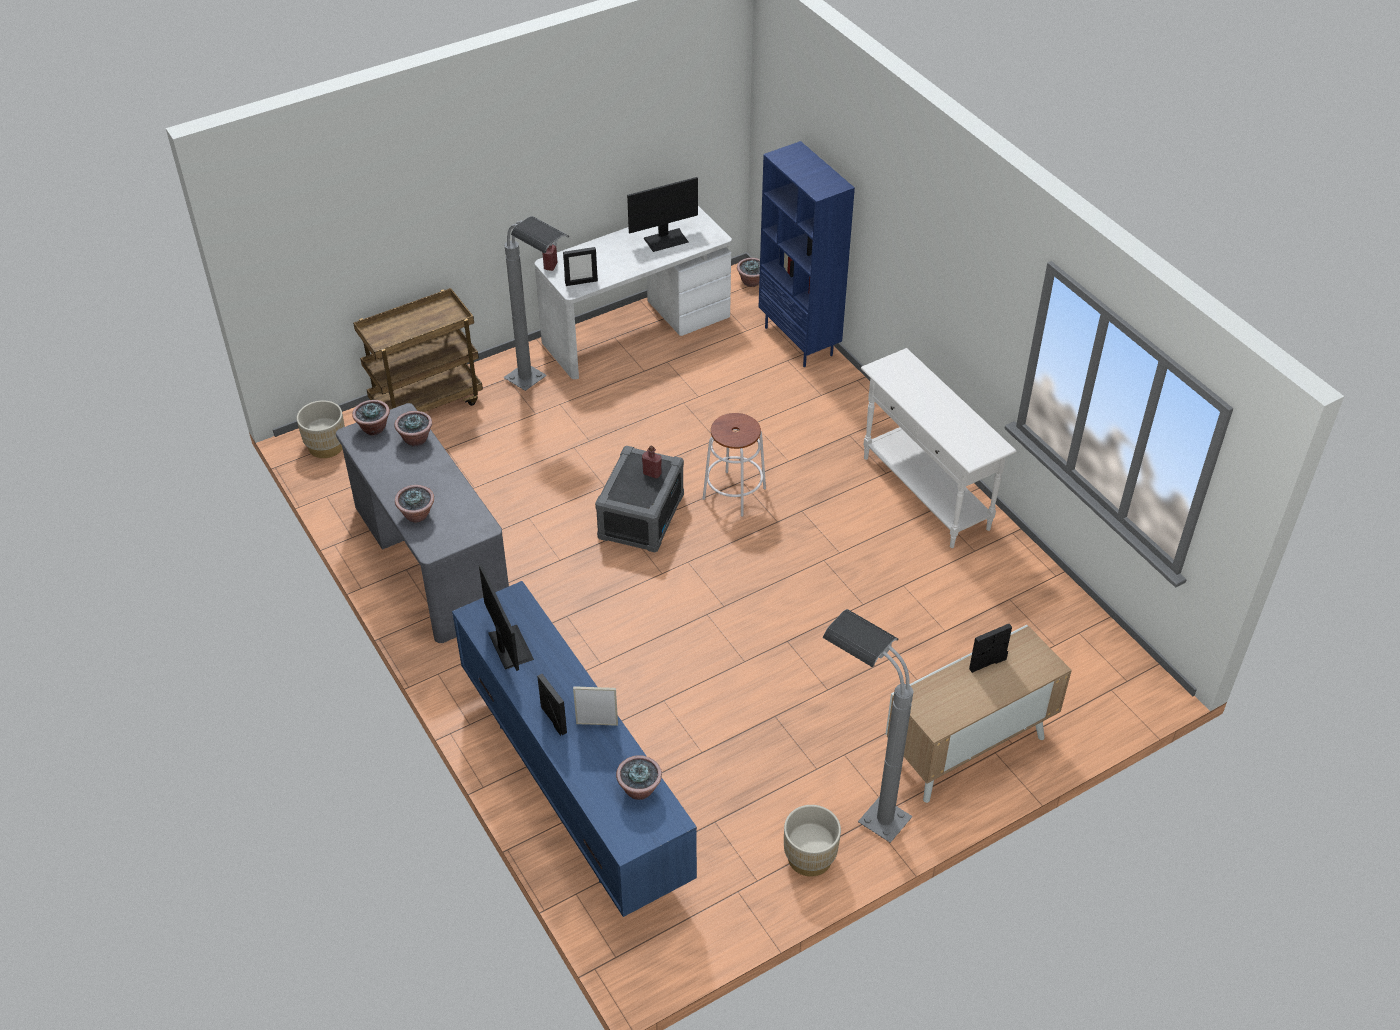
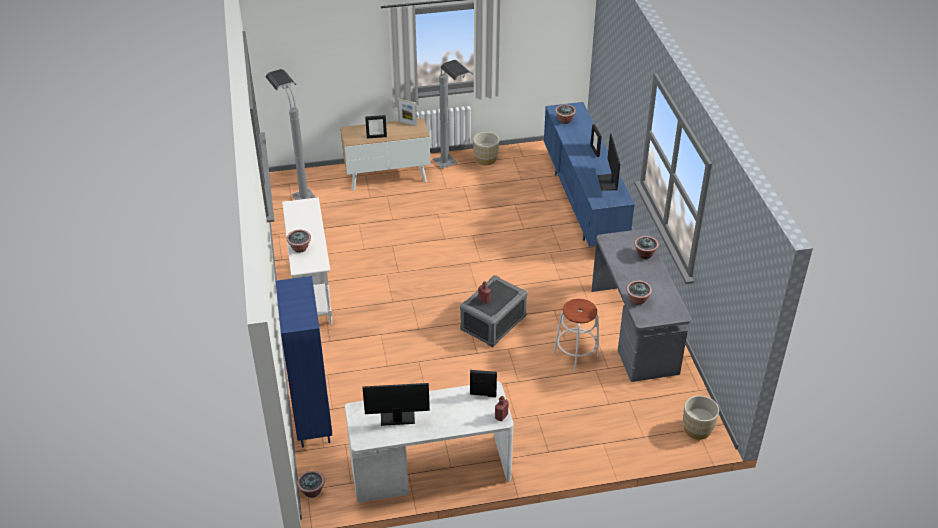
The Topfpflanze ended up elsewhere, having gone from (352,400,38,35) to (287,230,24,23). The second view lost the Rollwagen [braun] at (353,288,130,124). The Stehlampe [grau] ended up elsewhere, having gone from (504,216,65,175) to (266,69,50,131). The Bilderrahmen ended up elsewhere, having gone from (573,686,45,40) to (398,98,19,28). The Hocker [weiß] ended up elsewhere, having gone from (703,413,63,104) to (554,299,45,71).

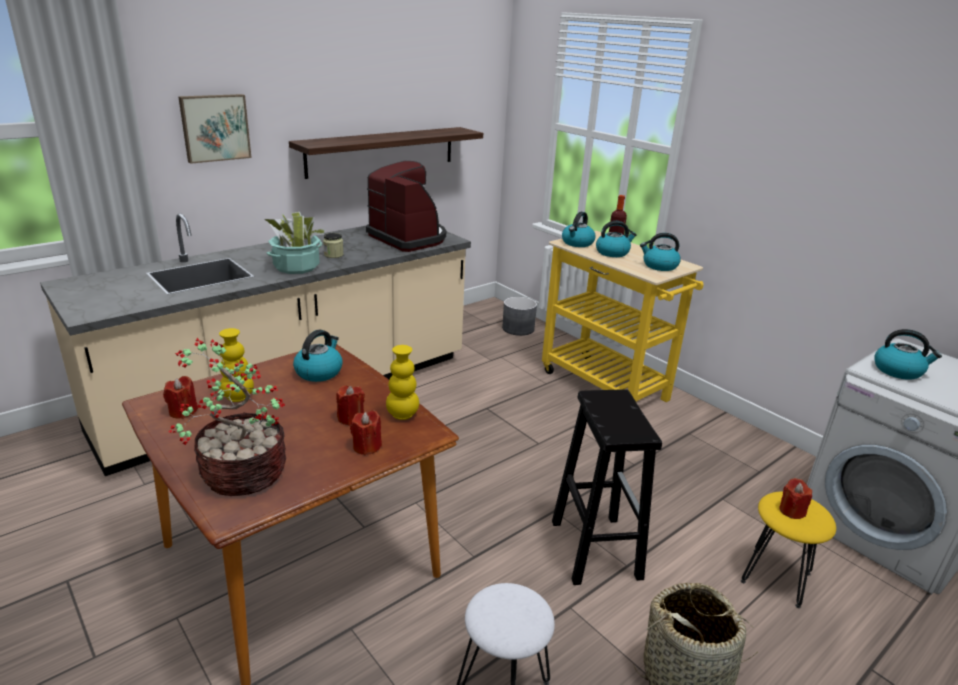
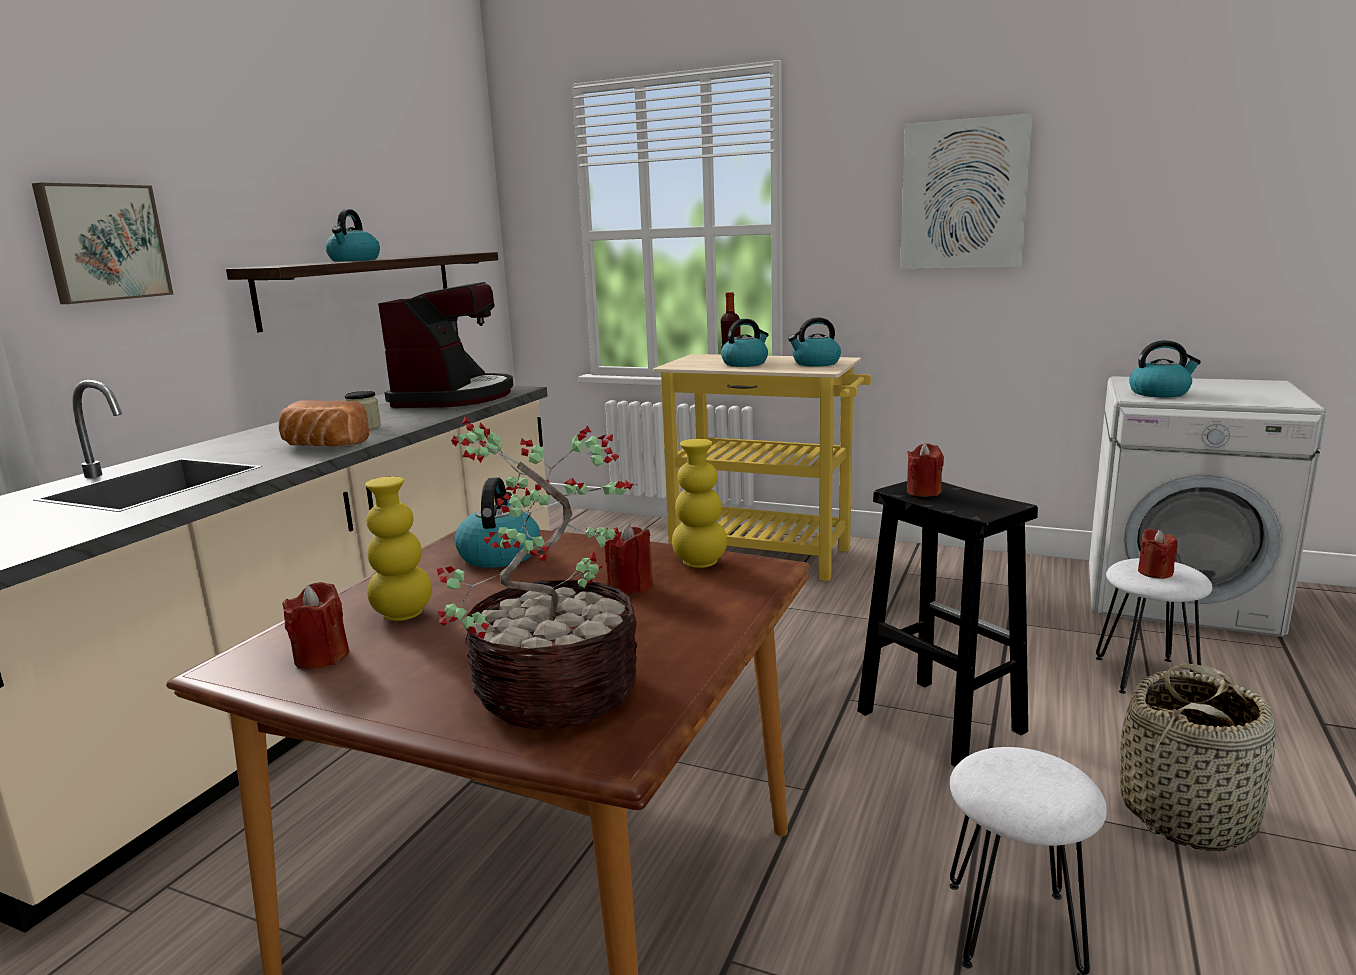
Where the Topfpflanze stood at (265,212,60,62), the Brot came to stand at (279,400,90,47). The Kerze [rot] ended up elsewhere, having gone from (350,410,32,45) to (907,443,37,54). The Kaffeemaschine at (366,161,80,91) ended up facing another way, 75 degrees clockwise from before. The second view lost the Pflanzkübel [grau] at (502,297,35,39). The Wasserkessel ended up elsewhere, having gone from (562,212,33,35) to (326,209,54,53). What was the Hocker [gelb] at (741,492,95,116) turned into the Hocker [weiß] at (1096,558,117,136). The second view gained the Bild at (900,113,133,156).

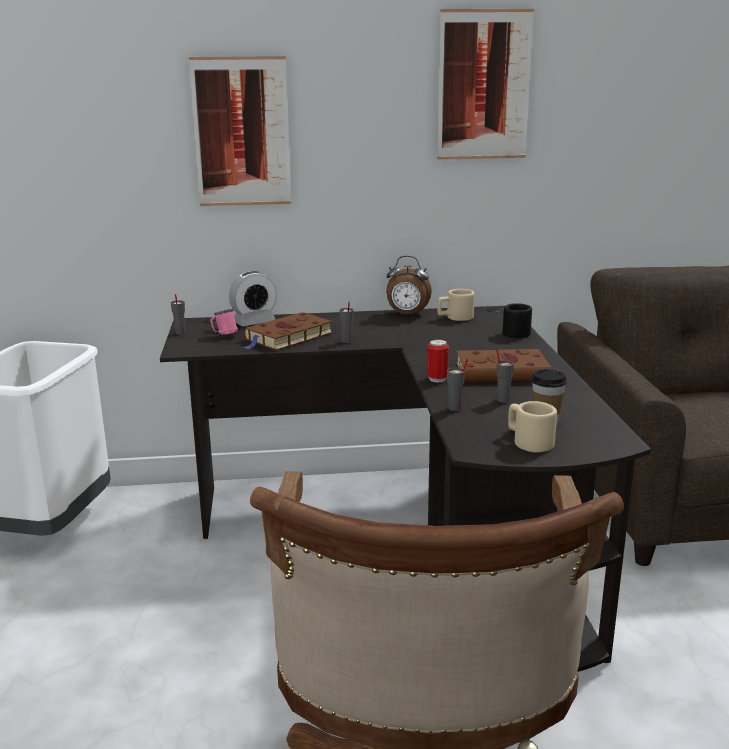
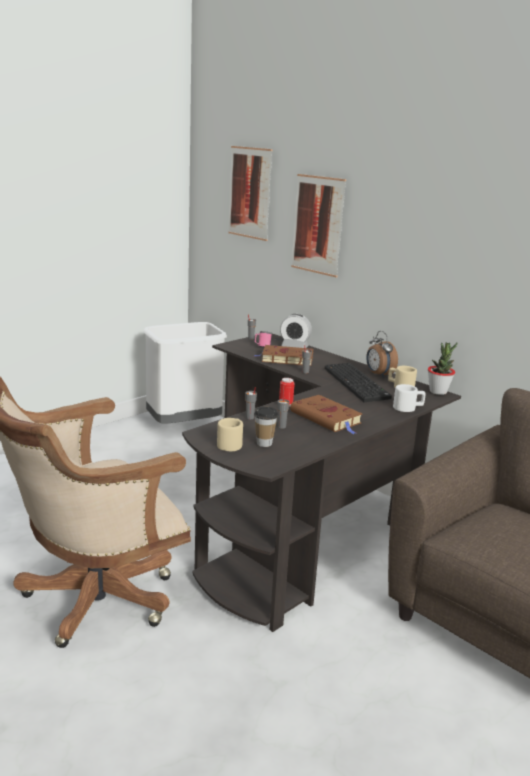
The Bild ended up elsewhere, having gone from (437,9,97,151) to (228,146,45,95). What was the Henkelbecher [schwarz] at (503,303,29,35) turned into the Henkelbecher [weiß] at (393,384,32,28). The second view gained the Tastatur at (325,363,67,39). The second view gained the Topfpflanze at (428,342,29,53).

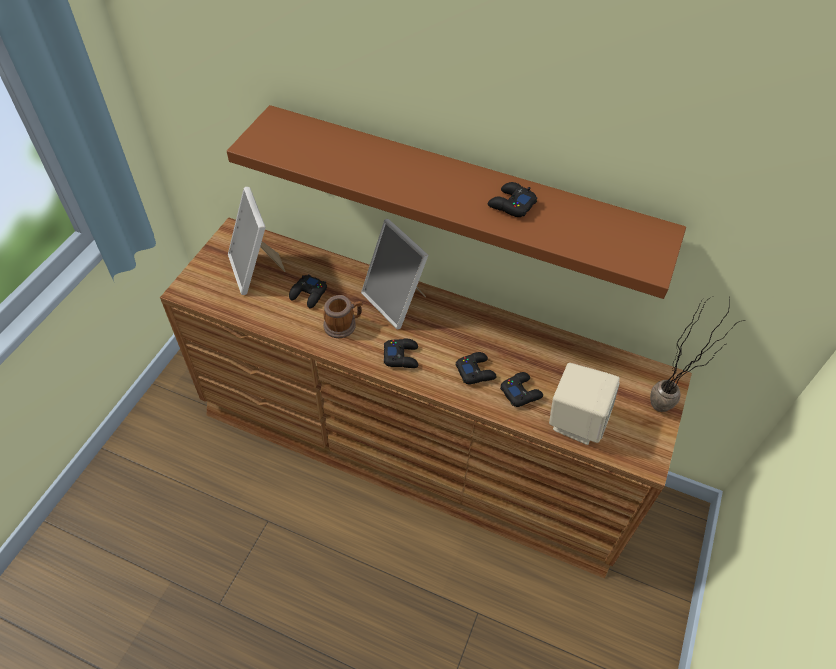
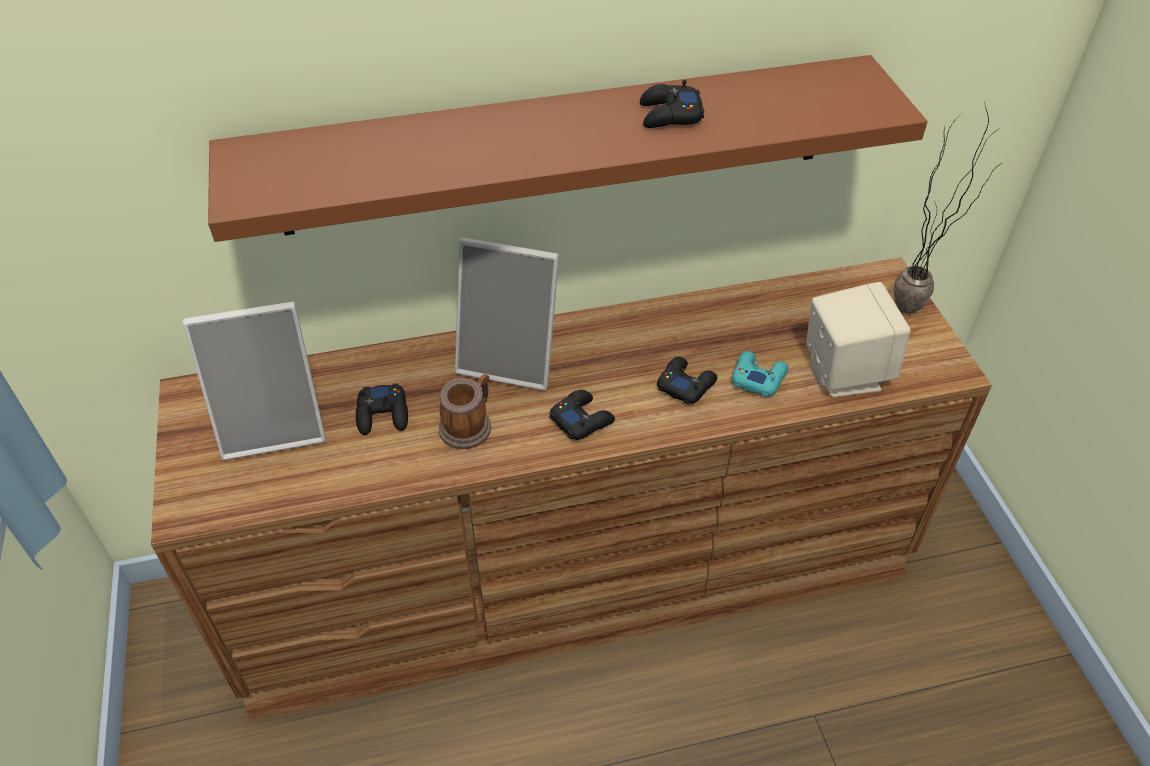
The Bilderrahmen at (228,187,58,108) ended up facing another way, 45 degrees counterclockwise from before. What was the Gamepad [schwarz] at (500,372,43,35) turned into the Gamepad [türkis] at (732,351,56,46).

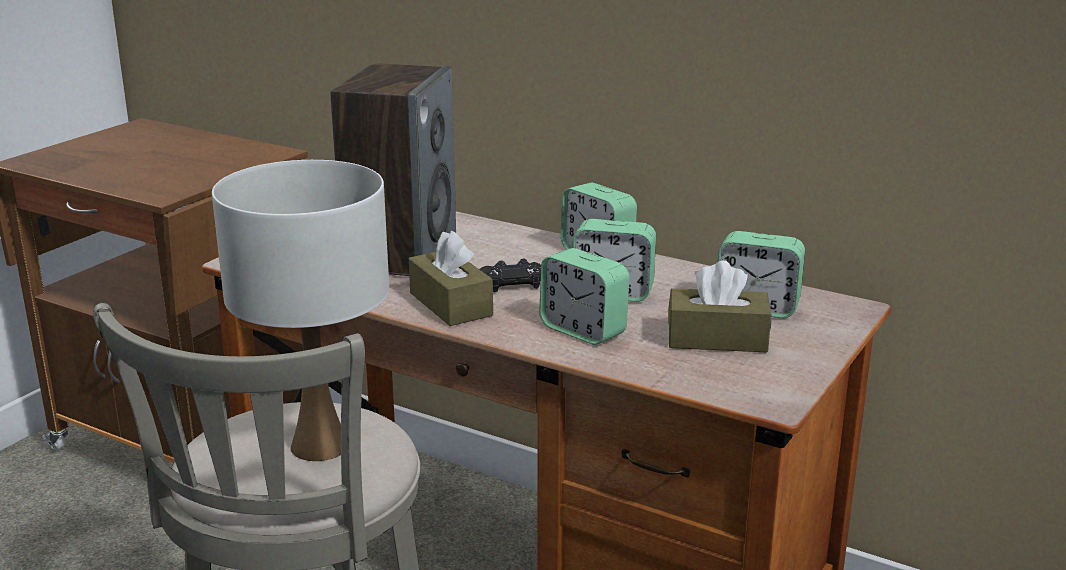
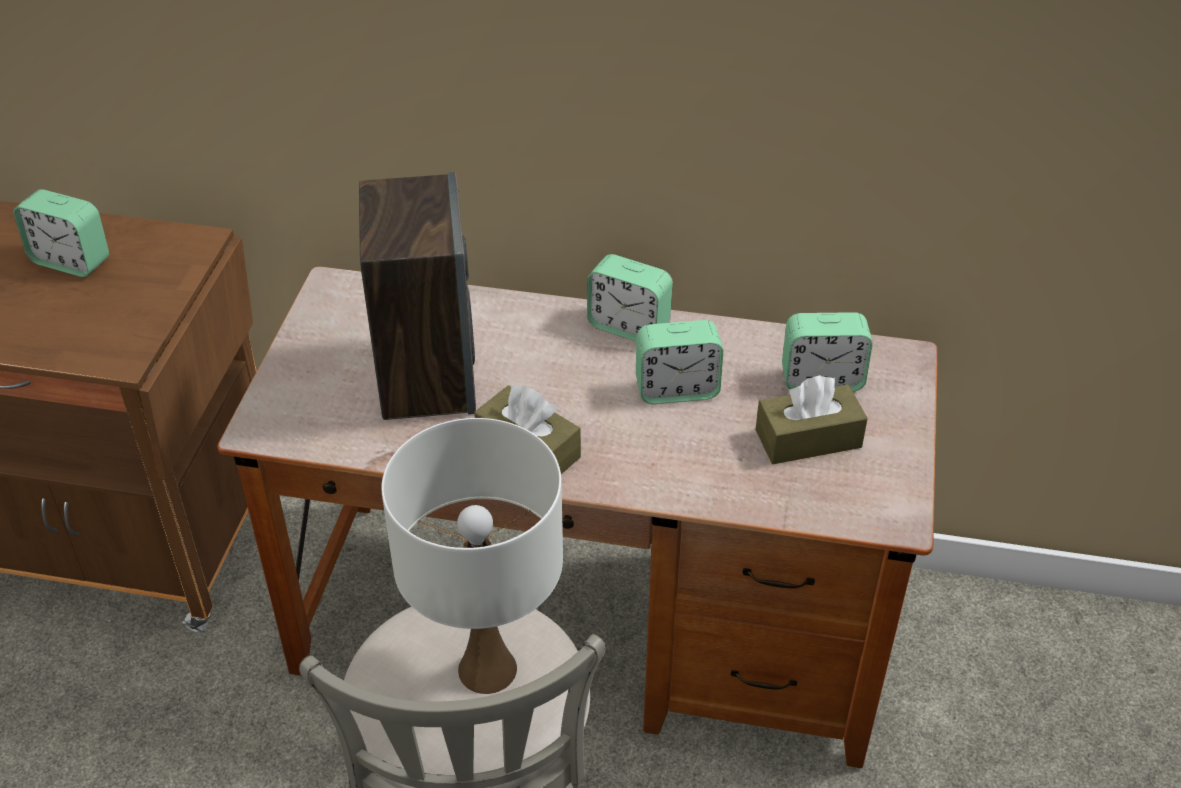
The second view lost the Gamepad [schwarz] at (479,259,62,33). The Wecker ended up elsewhere, having gone from (540,248,89,97) to (13,189,96,88).

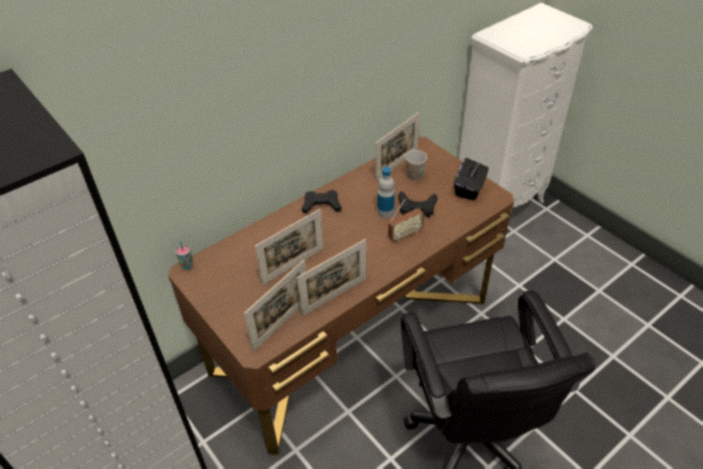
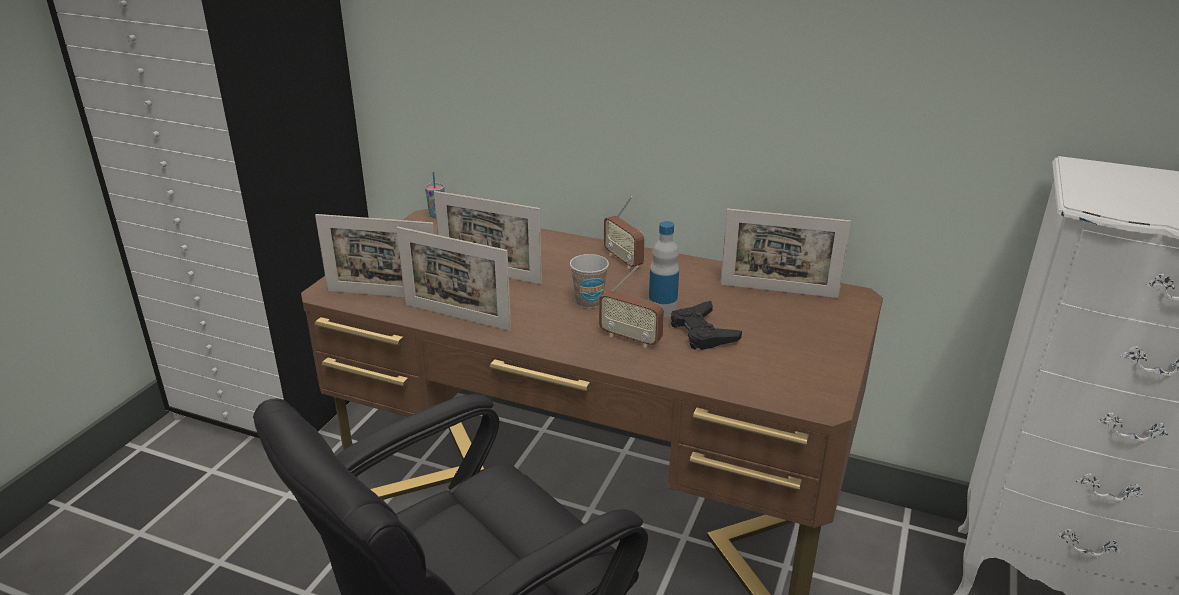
Where the Gamepad [schwarz] stood at (302,190,39,23), the Radio came to stand at (604,196,41,73). The Tasse ended up elsewhere, having gone from (405,150,22,31) to (570,254,39,55). The second view lost the Taschentuchbox [schwarz] at (454,158,34,42).

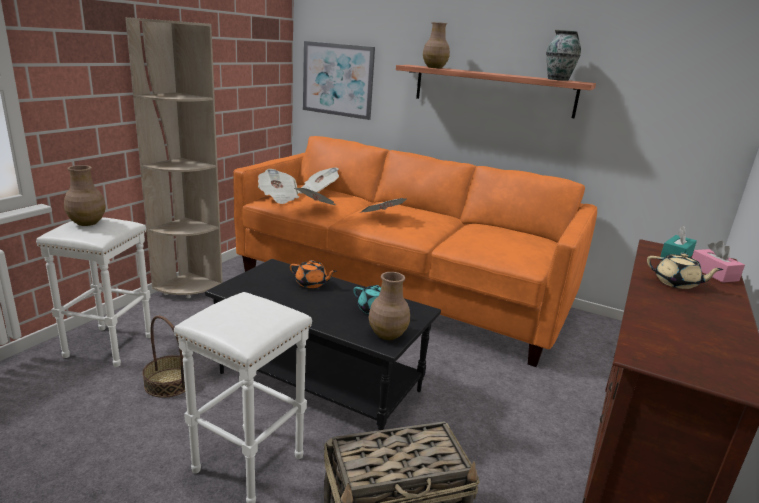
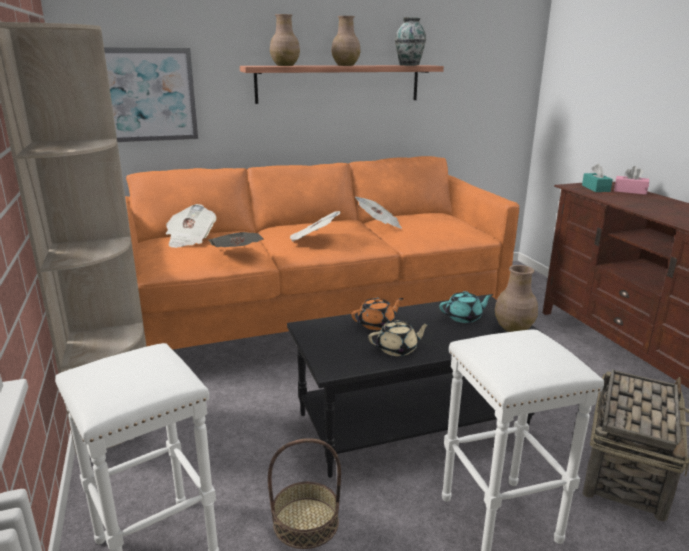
The Vase [braun] ended up elsewhere, having gone from (64,165,42,61) to (331,16,29,50). The Zeitung ended up elsewhere, having gone from (258,169,41,35) to (355,197,47,32). The Teekanne [beige] ended up elsewhere, having gone from (647,253,77,36) to (368,320,62,36).

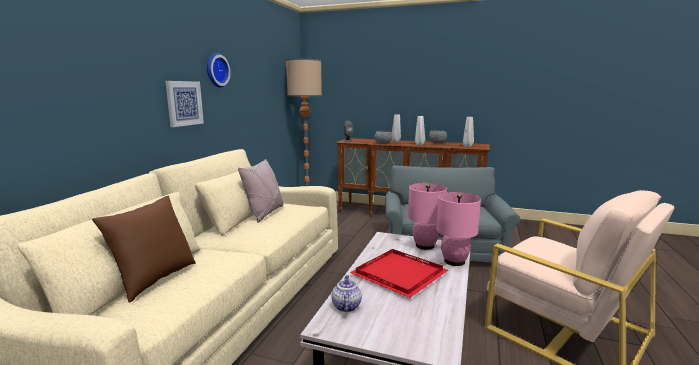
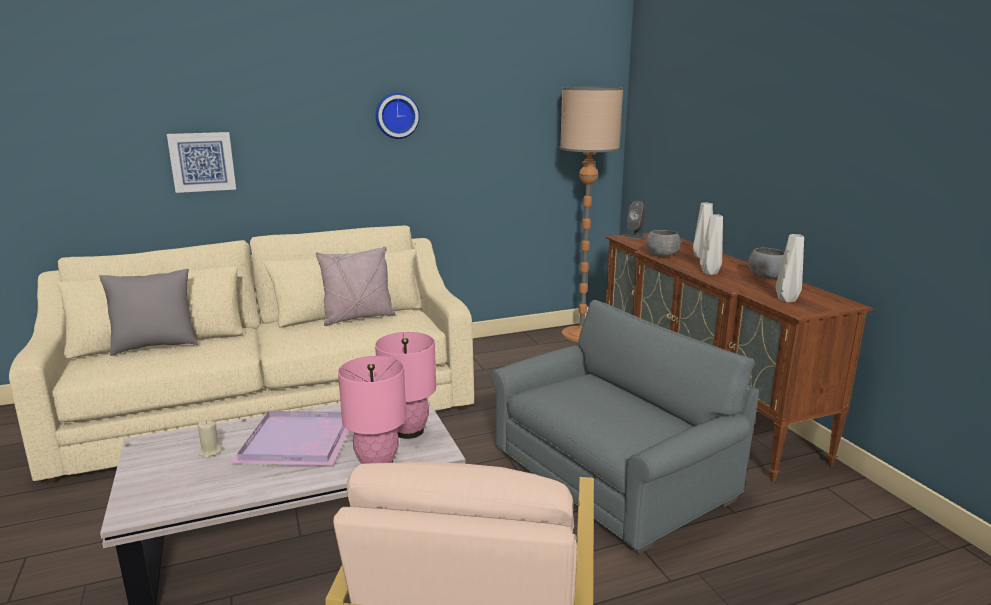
What was the Kissen [braun] at (92,196,104,107) turned into the Kissen [grau] at (99,269,99,87). The Bild ended up elsewhere, having gone from (165,81,39,46) to (167,132,69,61). The second view lost the Teekanne at (332,275,30,37). What was the Tablett [rot] at (350,249,98,49) turned into the Tablett [lila] at (229,411,120,55). The second view gained the Kerze [beige] at (198,421,24,37).

